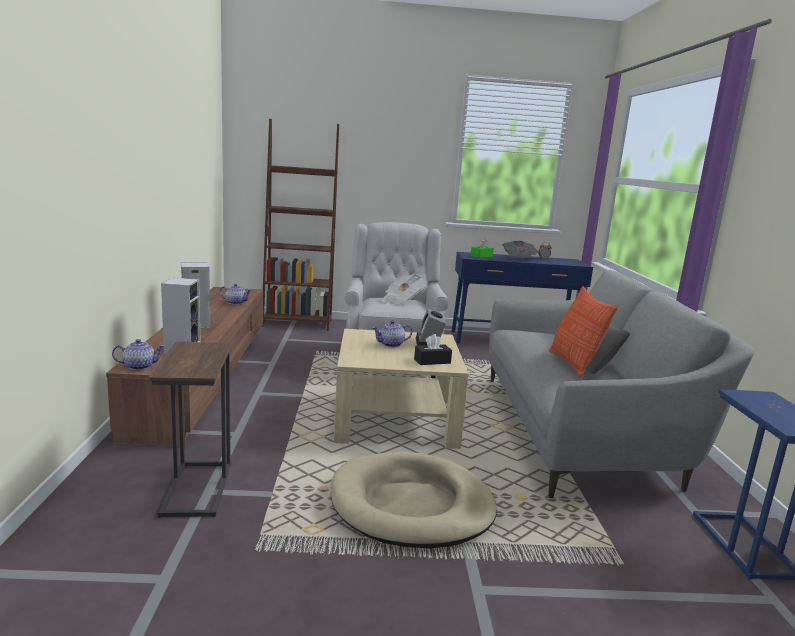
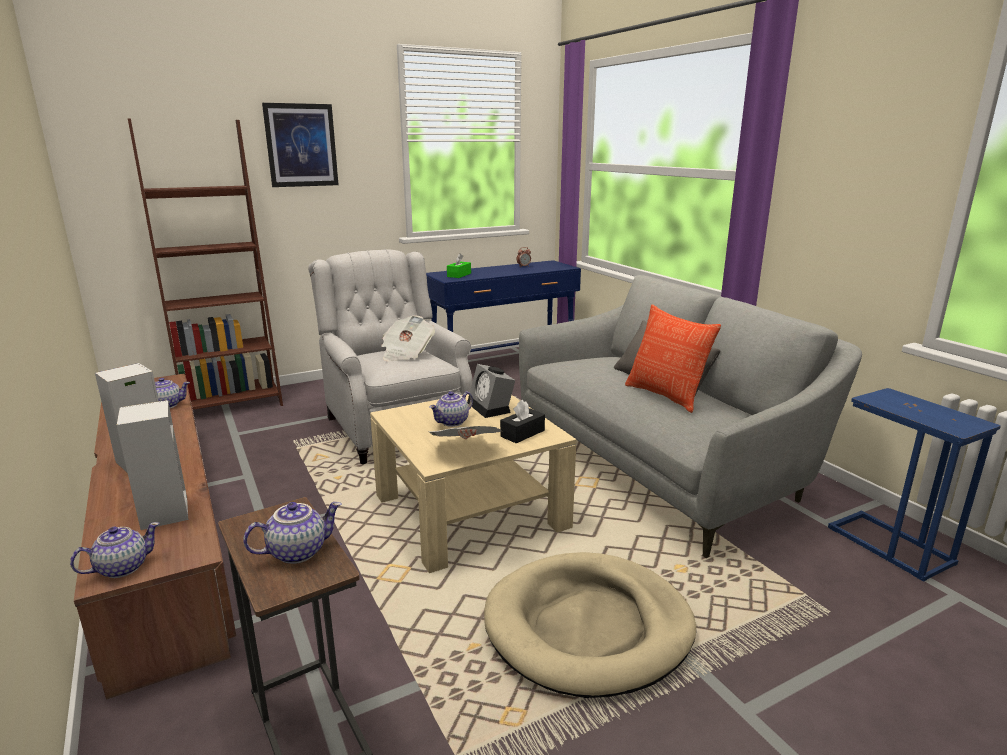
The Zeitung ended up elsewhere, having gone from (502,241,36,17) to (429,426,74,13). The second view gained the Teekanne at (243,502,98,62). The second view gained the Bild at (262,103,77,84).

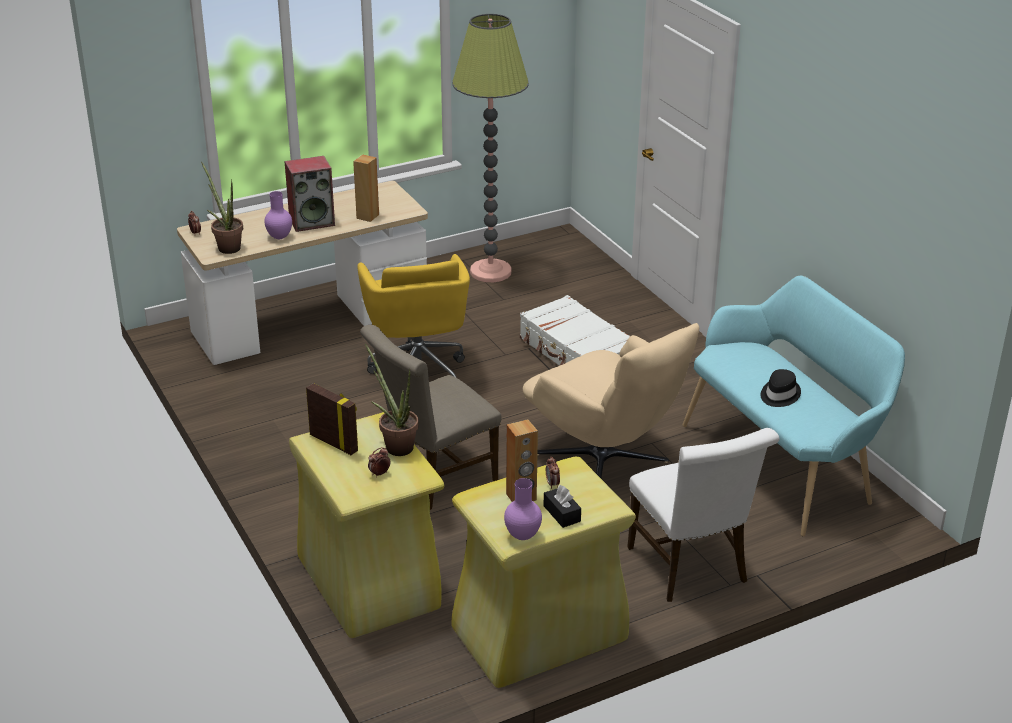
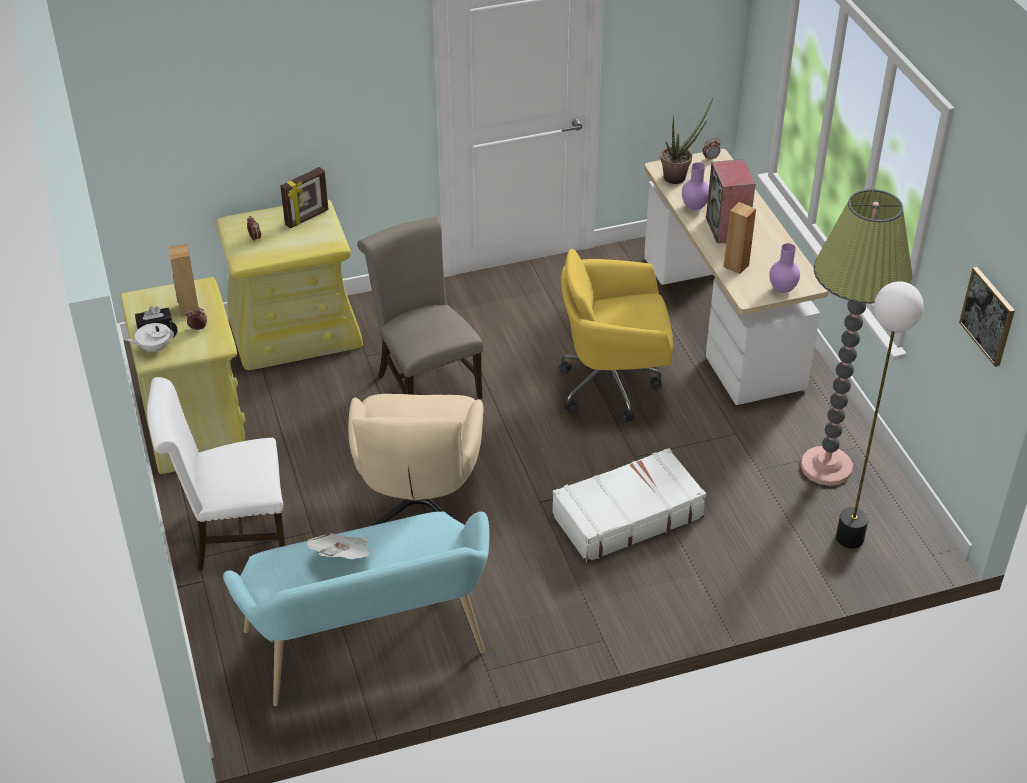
The second view lost the Topfpflanze at (365,344,54,112). The Vase [lila] ended up elsewhere, having gone from (504,478,38,62) to (769,243,31,50). The Sessel [beige] at (523,323,176,155) ended up facing another way, 60 degrees counterclockwise from before. Where the Hut [schwarz] stood at (760,369,41,38), the Zeitung came to stand at (307,533,64,26). The second view gained the Teekanne [weiß] at (125,321,53,32). The second view gained the Stehlampe at (836,281,88,268). The second view gained the Bild at (959,267,56,100).

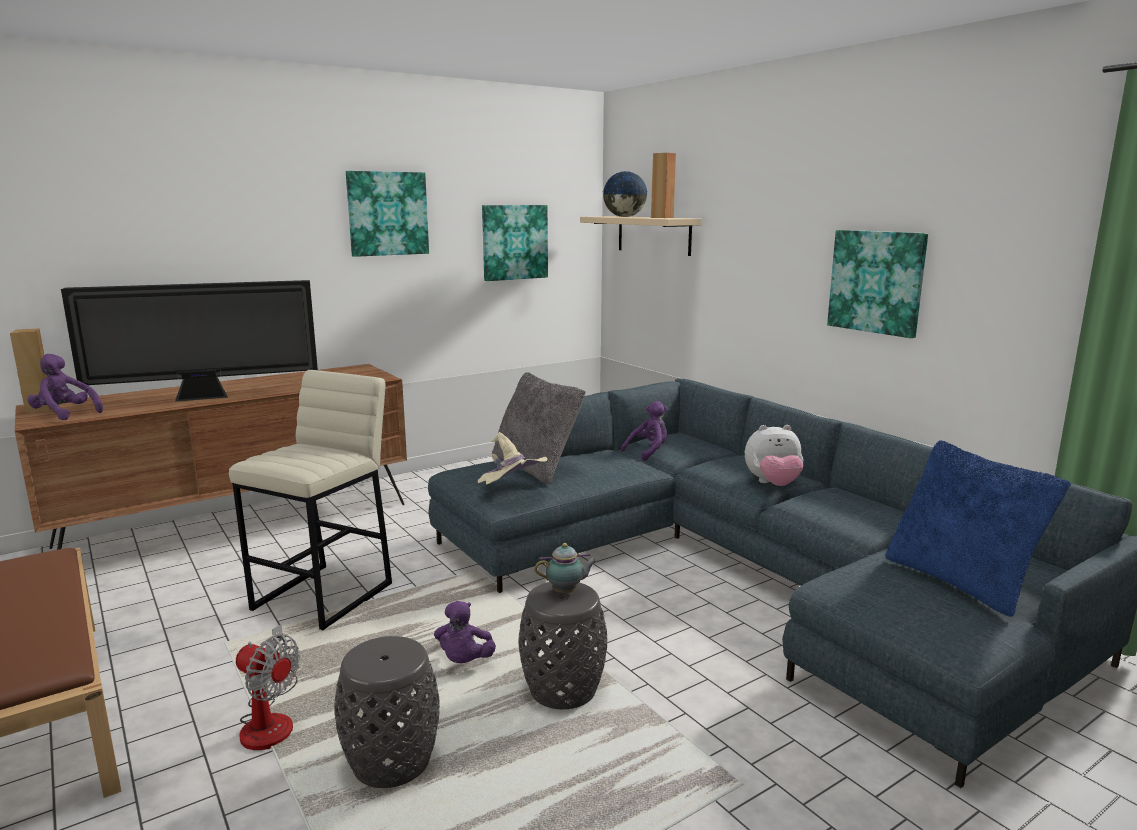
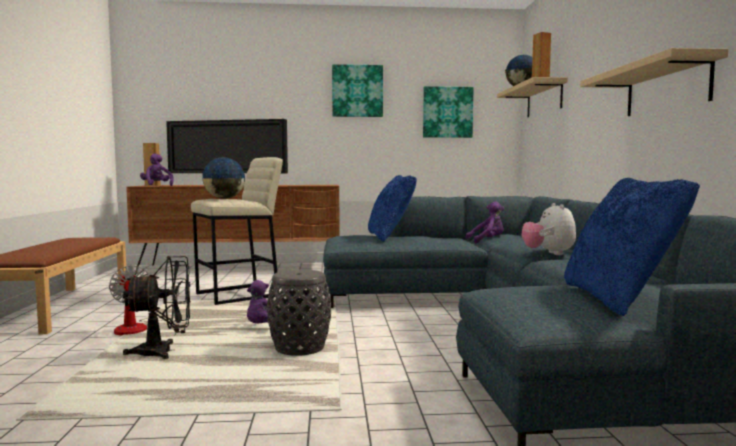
Where the Hocker [grau] stood at (334,636,106,152), the Ventilator [schwarz] came to stand at (123,256,68,103). The second view lost the Hut [beige] at (476,432,71,53). What was the Kissen [grau] at (492,372,93,113) turned into the Kissen [blau] at (368,175,48,67). The second view lost the Teekanne at (535,543,62,50). The Plüschtier at (745,425,59,61) ended up facing another way, 60 degrees clockwise from before. Where the Bild hung at (827,230,101,108), the Wandregal [beige] came to hang at (580,48,148,68). The second view gained the Globus at (202,157,43,42).

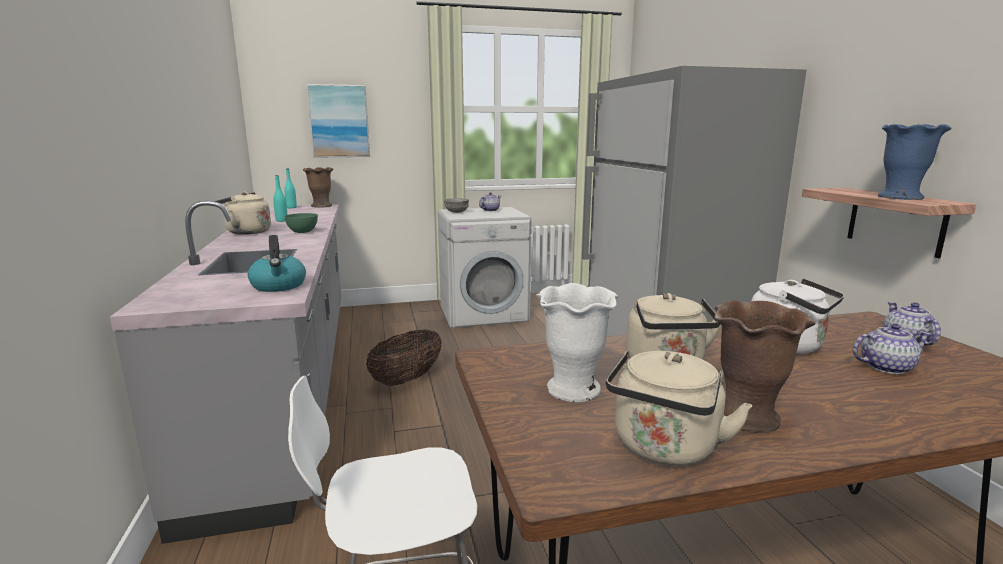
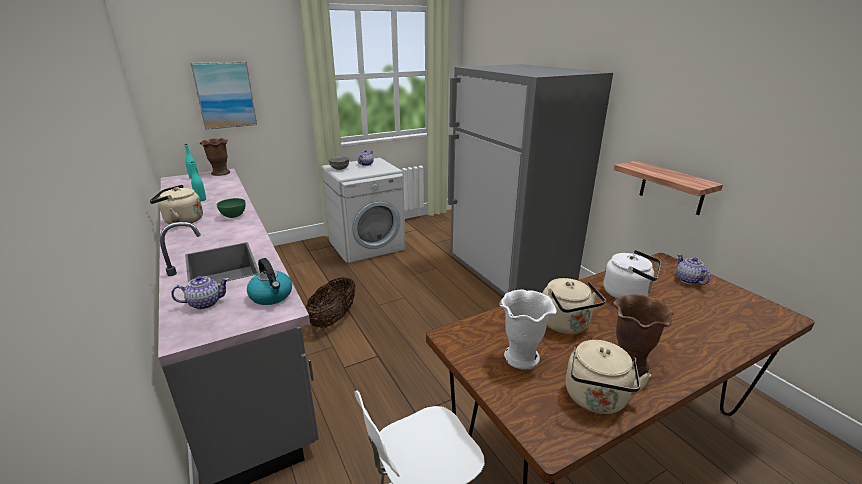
The Teekanne ended up elsewhere, having gone from (853,323,79,51) to (171,276,58,33). The second view lost the Vase [blau] at (878,124,74,76).

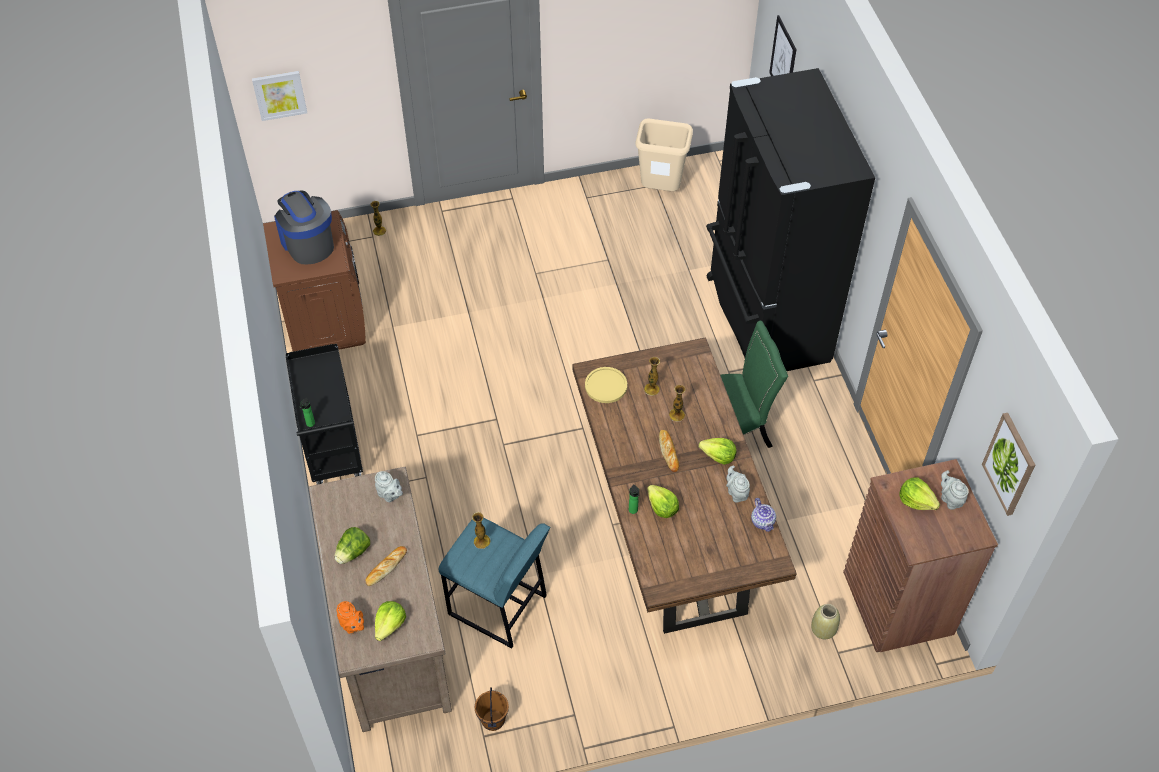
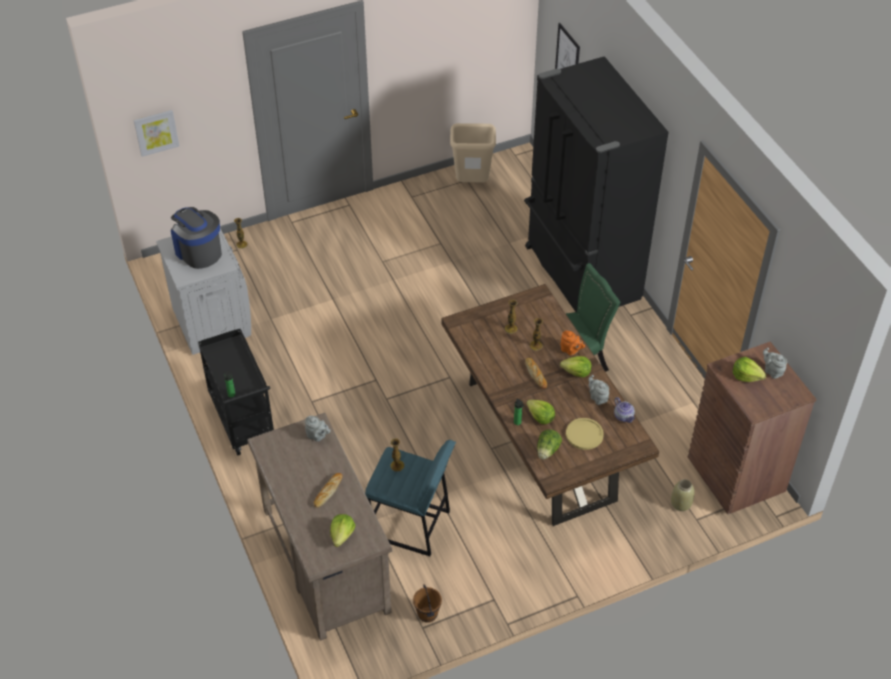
What was the Waschmaschine [braun] at (263,210,103,141) turned into the Waschmaschine [weiß] at (156,228,95,127). The Salatkopf ended up elsewhere, having gone from (335,527,35,37) to (537,429,25,30). The Teekanne [orange] ended up elsewhere, having gone from (337,601,27,33) to (561,330,24,26). The Teller [gelb] ended up elsewhere, having gone from (585,367,42,36) to (566,418,38,32). The second view lost the Bild at (982,413,53,103).

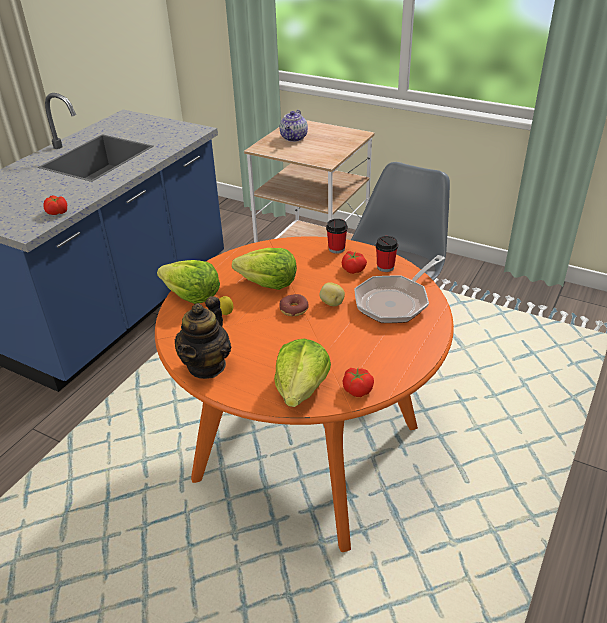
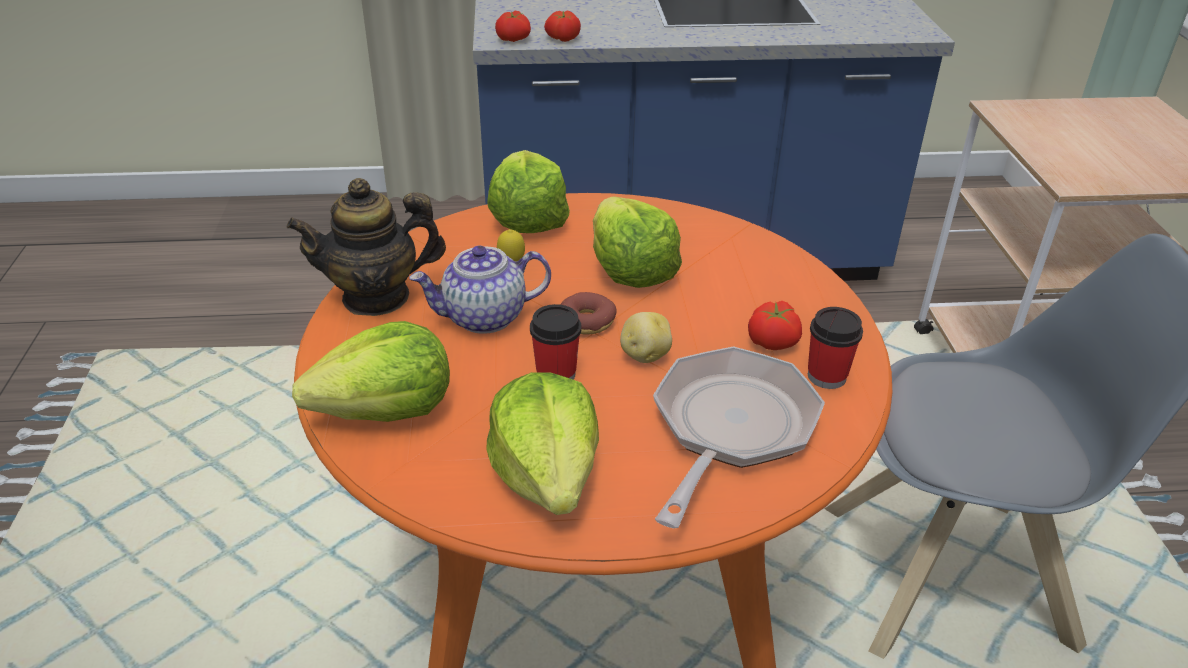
The Teekanne ended up elsewhere, having gone from (279,110,29,32) to (409,246,142,88). The Tasse ended up elsewhere, having gone from (326,219,22,35) to (530,304,52,76). The Tomate ended up elsewhere, having gone from (343,368,31,29) to (495,11,36,31). The Pfanne at (354,255,91,68) ended up facing another way, 105 degrees clockwise from before. The second view gained the Salatkopf at (486,372,113,143).

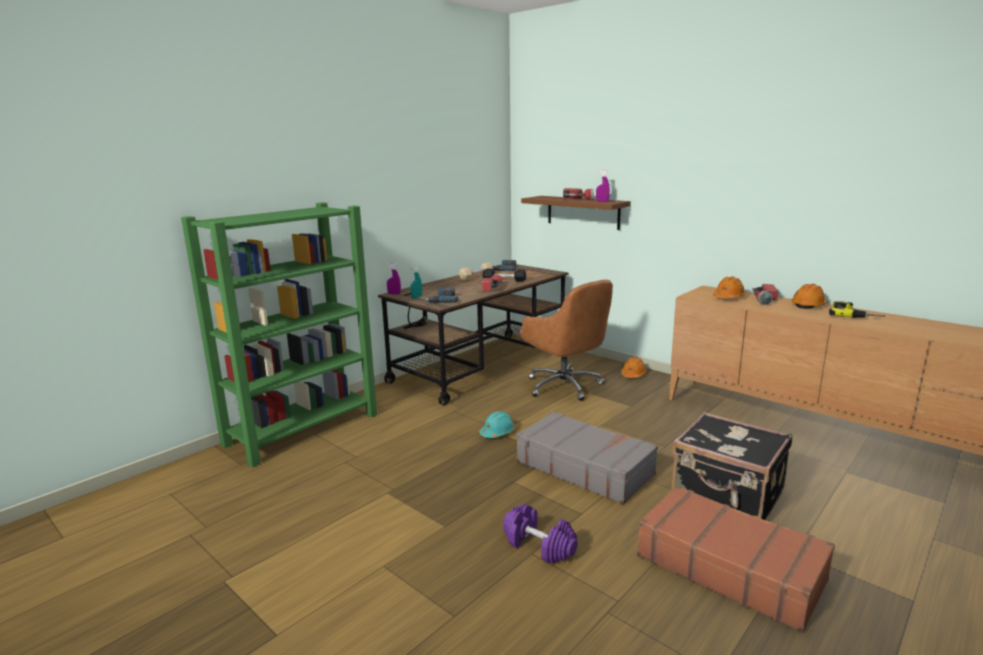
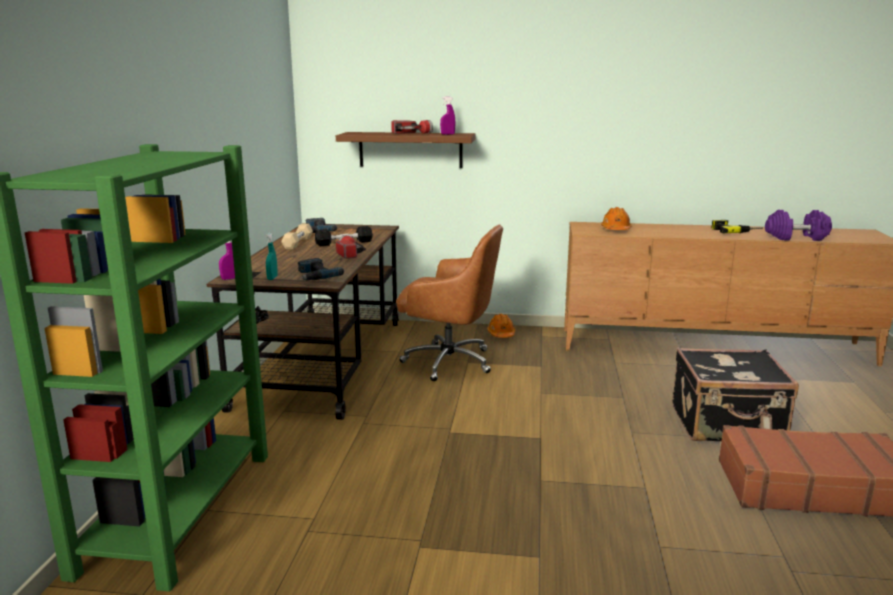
The second view lost the Schutzhelm [türkis] at (479,411,36,27). The Hantel [lila] ended up elsewhere, having gone from (503,504,75,60) to (765,210,67,31). The second view lost the Koffer [grau] at (516,411,142,93). The second view lost the Taschenlampe at (752,284,26,21). The second view lost the Schutzhelm [orange] at (791,284,37,25).

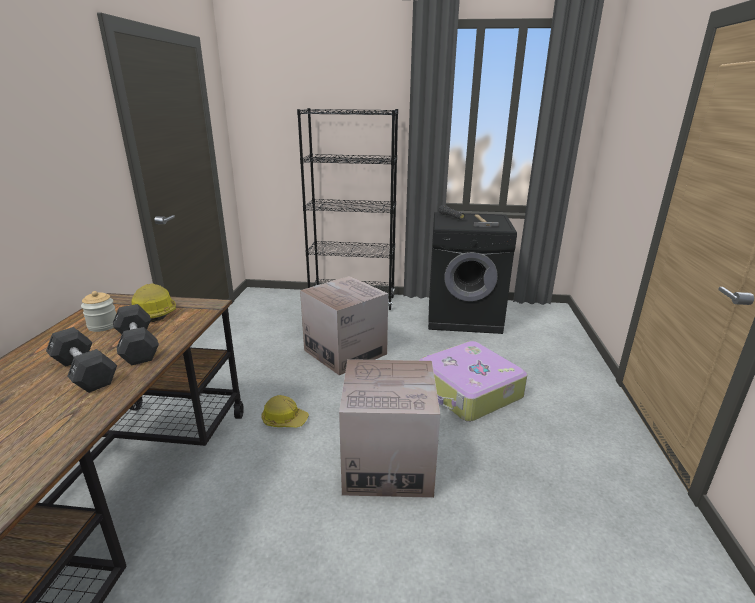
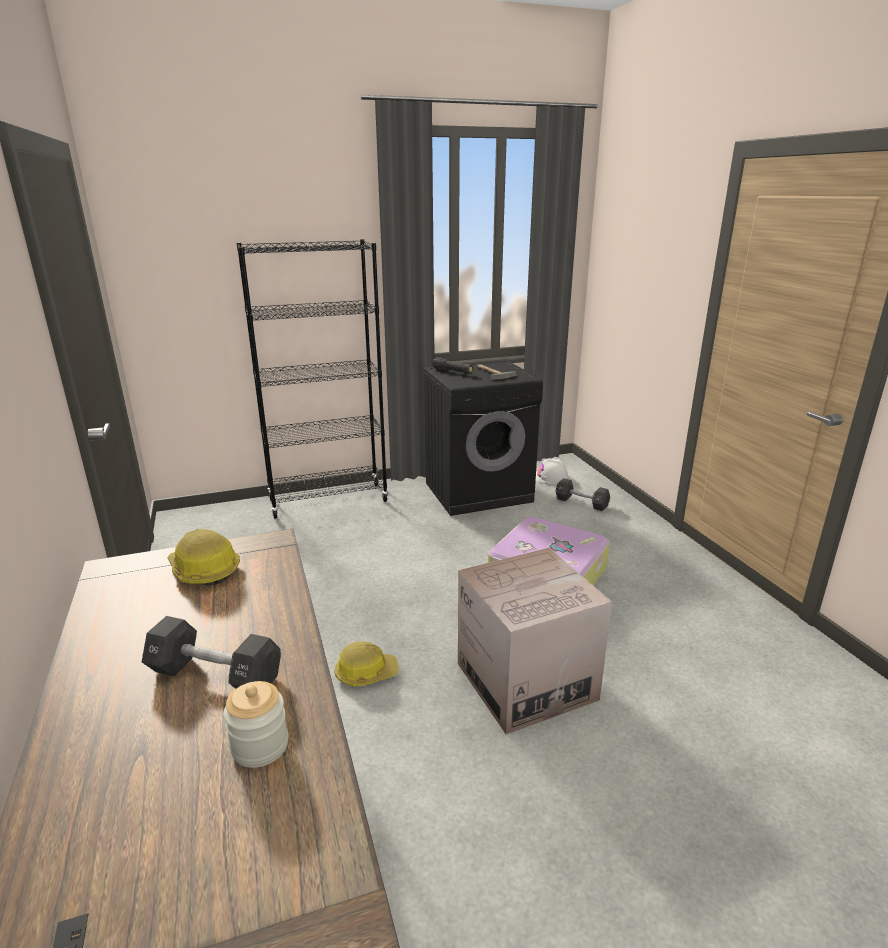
The Vorratsglas ended up elsewhere, having gone from (81,291,35,41) to (224,681,64,87). The Hantel [schwarz] ended up elsewhere, having gone from (113,304,46,62) to (555,478,55,33). The second view lost the Karton at (300,276,88,99). The second view gained the Schutzhelm [weiß] at (536,458,33,26).

